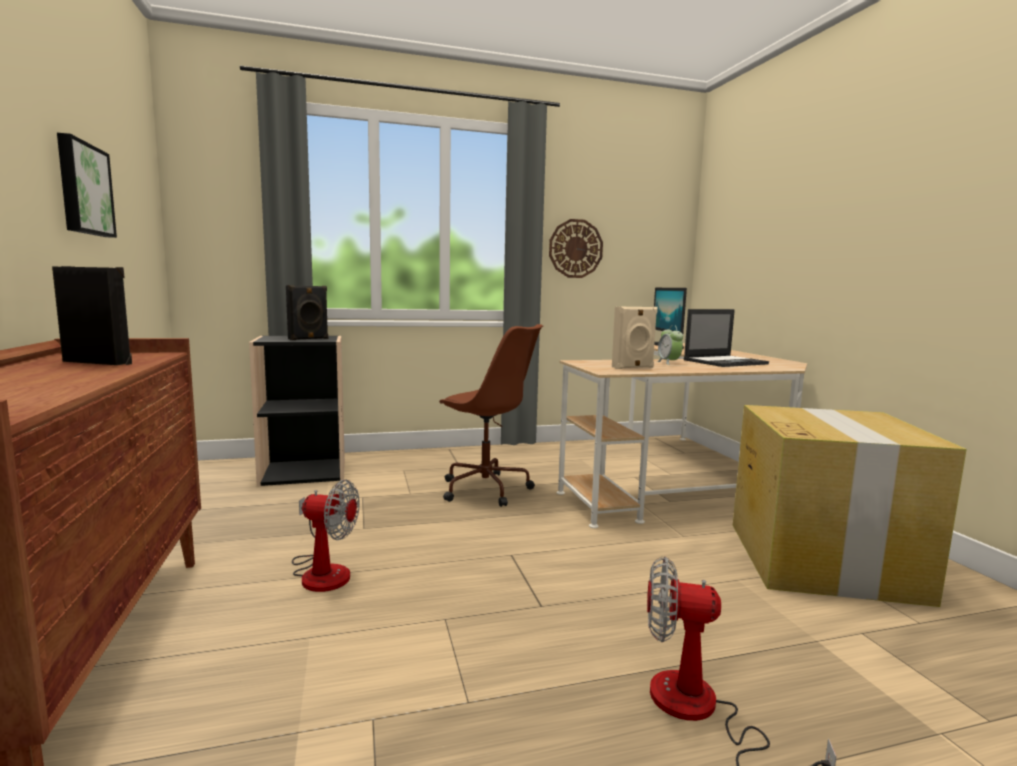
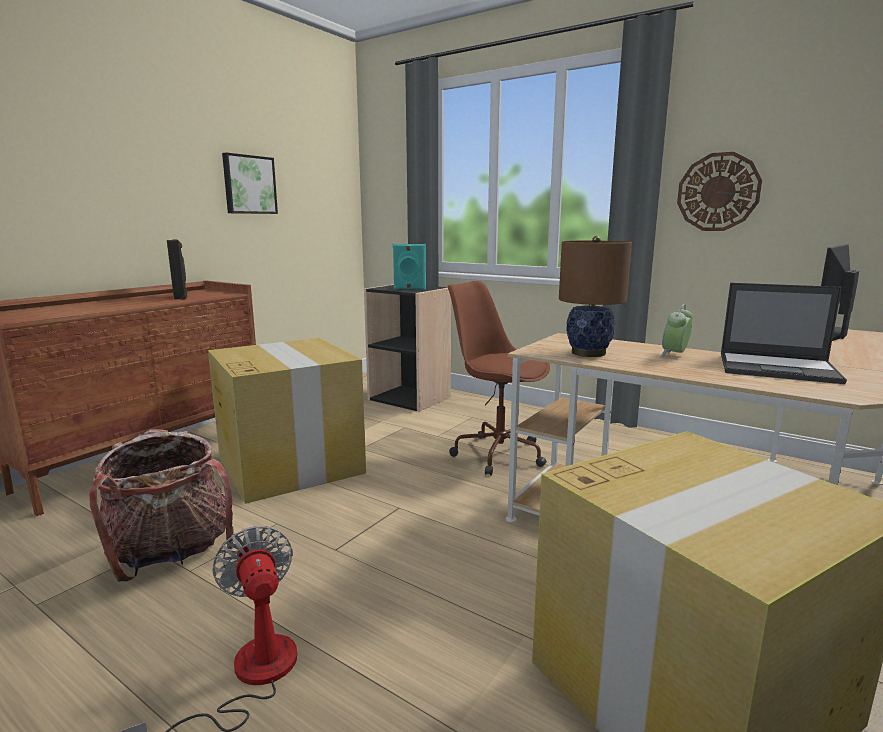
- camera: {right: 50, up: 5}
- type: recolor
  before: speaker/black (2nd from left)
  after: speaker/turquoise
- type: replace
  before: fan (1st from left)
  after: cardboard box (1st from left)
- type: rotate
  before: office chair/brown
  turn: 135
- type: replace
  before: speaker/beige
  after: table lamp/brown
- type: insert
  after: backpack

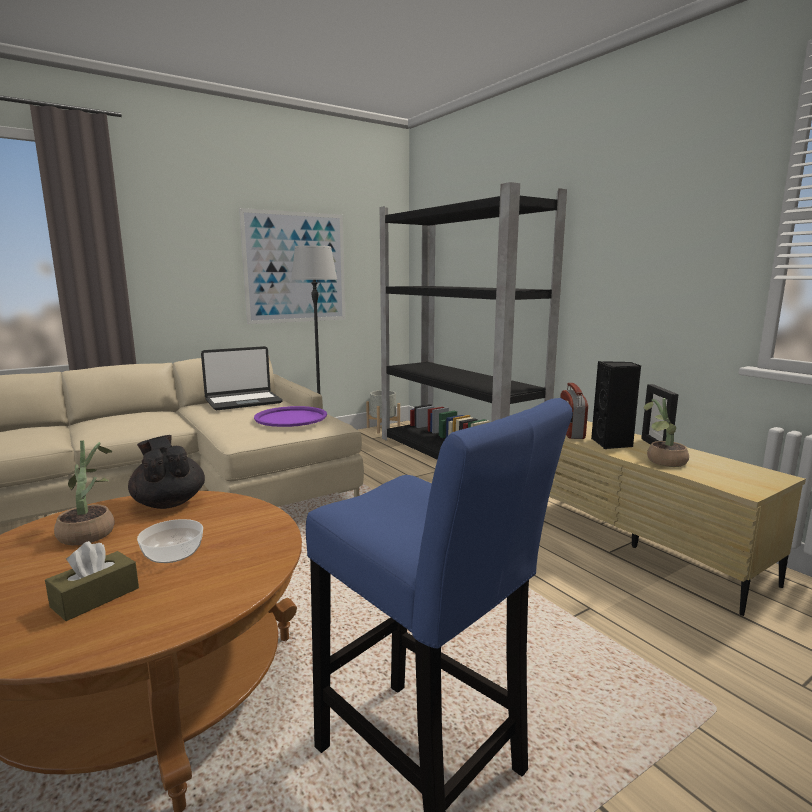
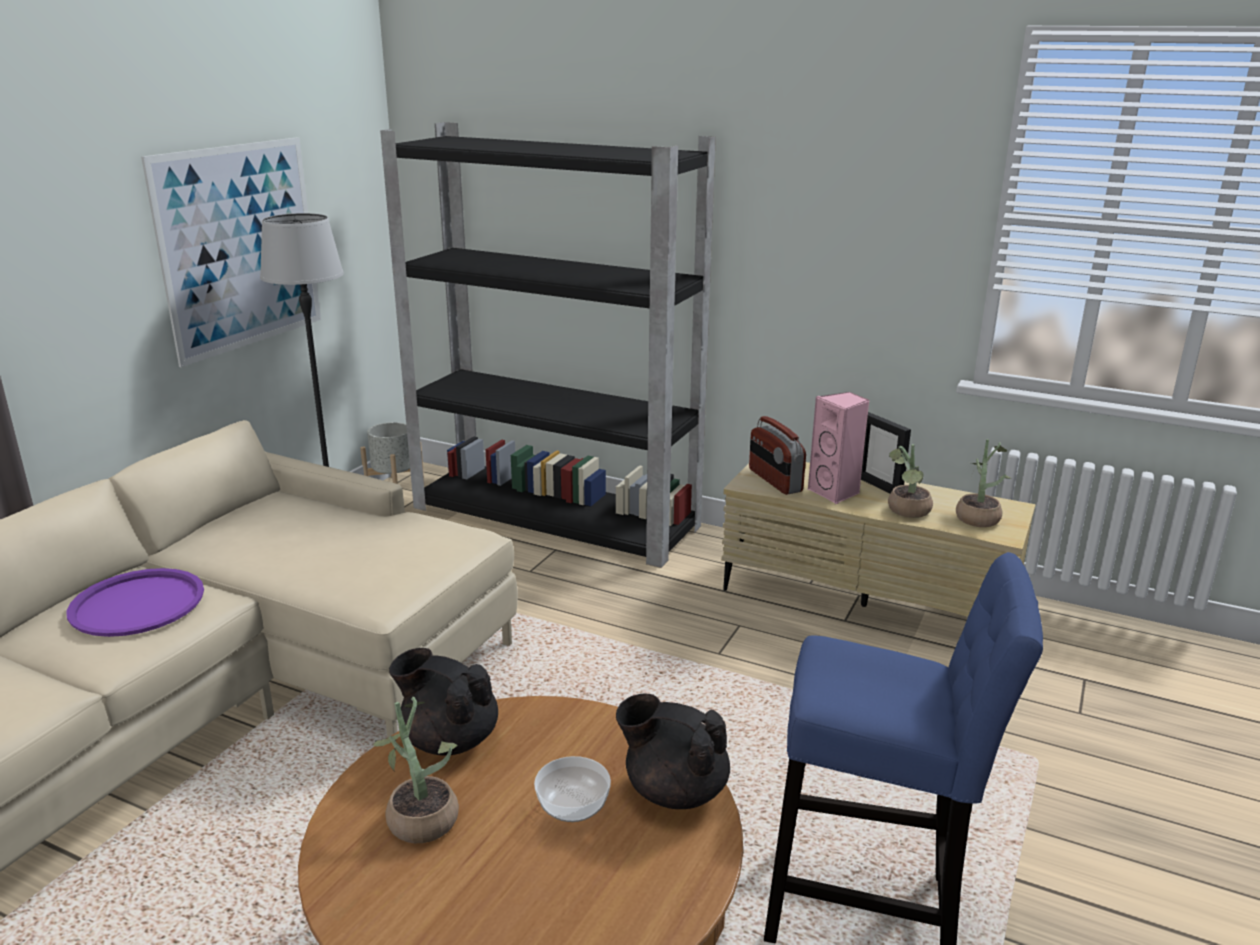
- camera: {right: -30, up: 10}
- type: delete
  before: tissue box/brown
- type: delete
  before: laptop
- type: move
  before: tray/purple
- type: recolor
  before: speaker/black
  after: speaker/pink
- type: insert
  after: teapot/black (2nd from left)
- type: insert
  after: potted plant (3rd from left)

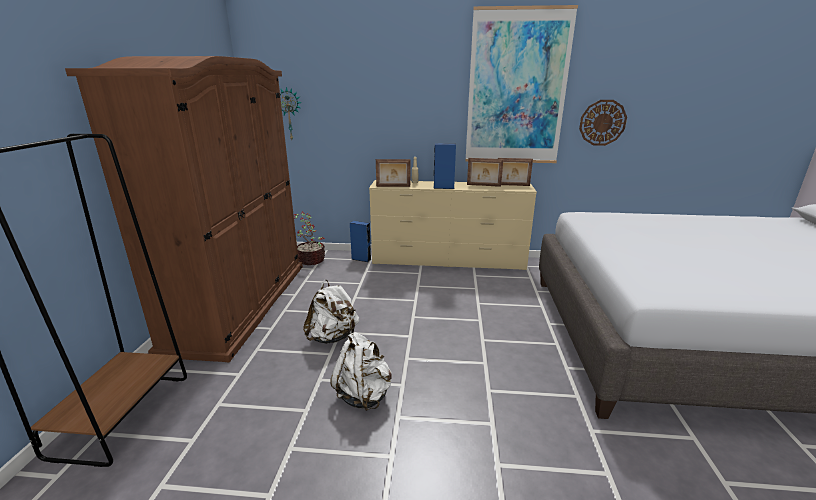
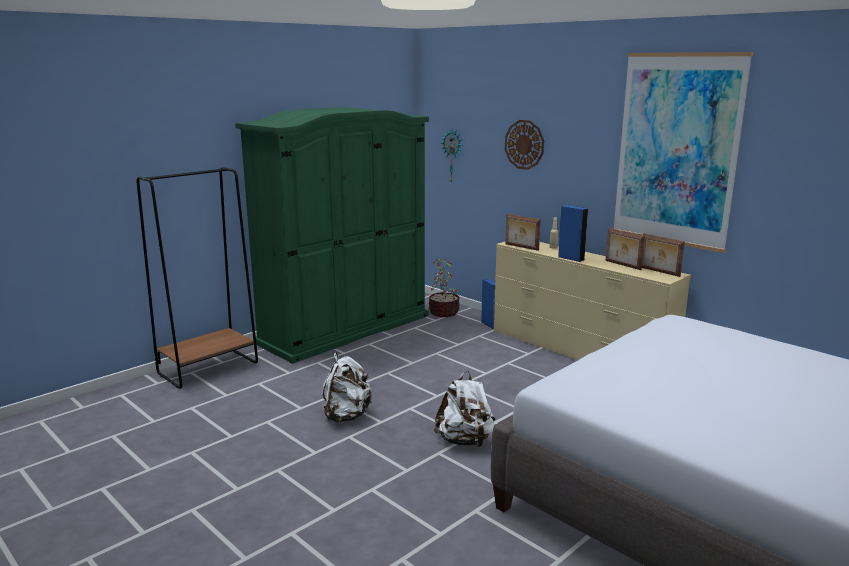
- camera: {right: 40, up: -5}
- type: recolor
  before: wardrobe/brown
  after: wardrobe/green
- type: move
  before: backpack/white (1st from left in the first image)
  after: backpack/white (2nd from left)
- type: move
  before: wall clock (2nd from left)

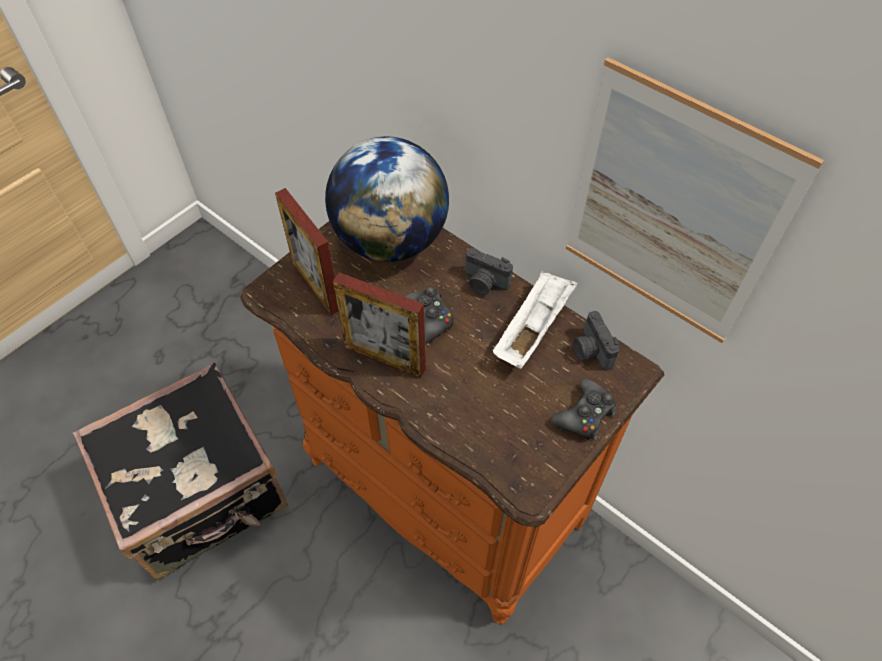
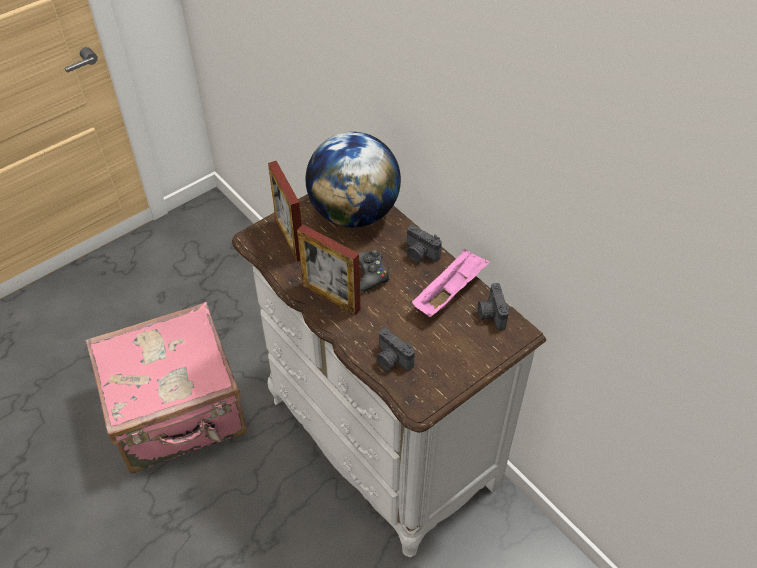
- camera: {right: 10, up: -5}
- type: recolor
  before: suitcase/black
  after: suitcase/pink
- type: recolor
  before: dresser/orange
  after: dresser/white
- type: recolor
  before: tray/white
  after: tray/pink
- type: delete
  before: game controller/black (2nd from left)
- type: delete
  before: picture
- type: insert
  after: photo camera (1st from left)

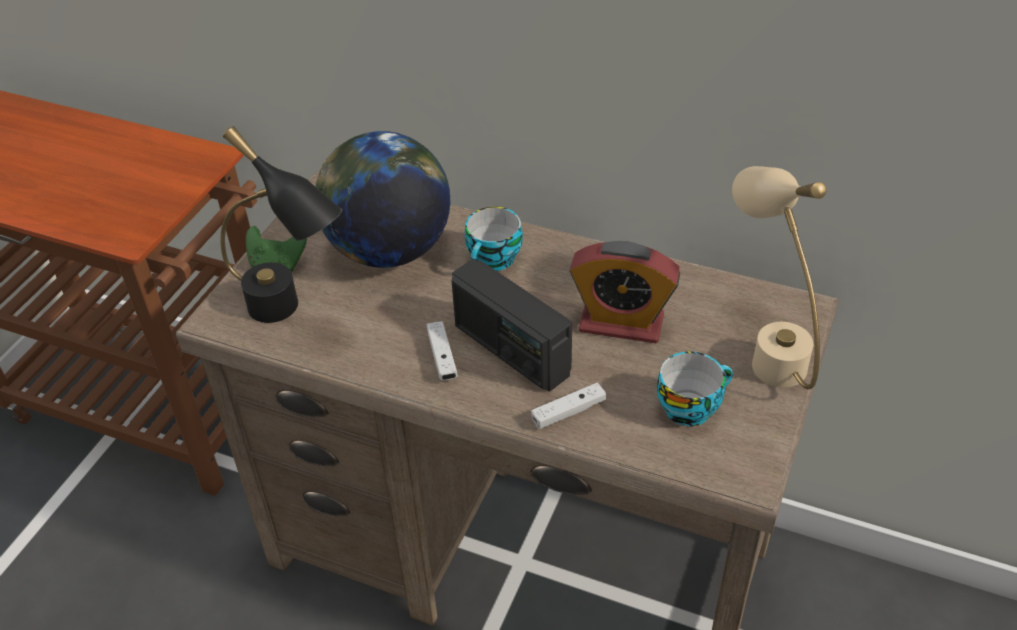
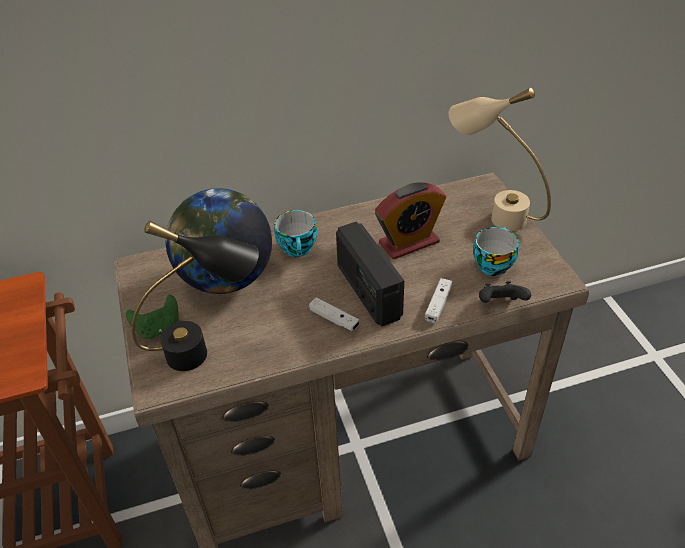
- camera: {right: -40, up: 0}
- type: rotate
  before: radio
  turn: 60
- type: insert
  after: game controller/black

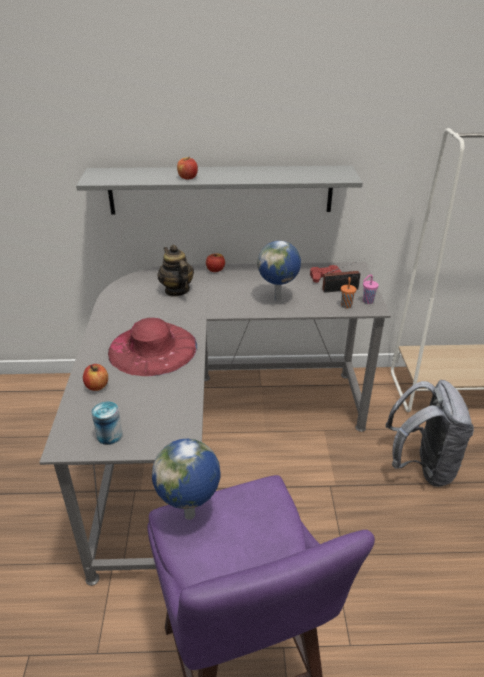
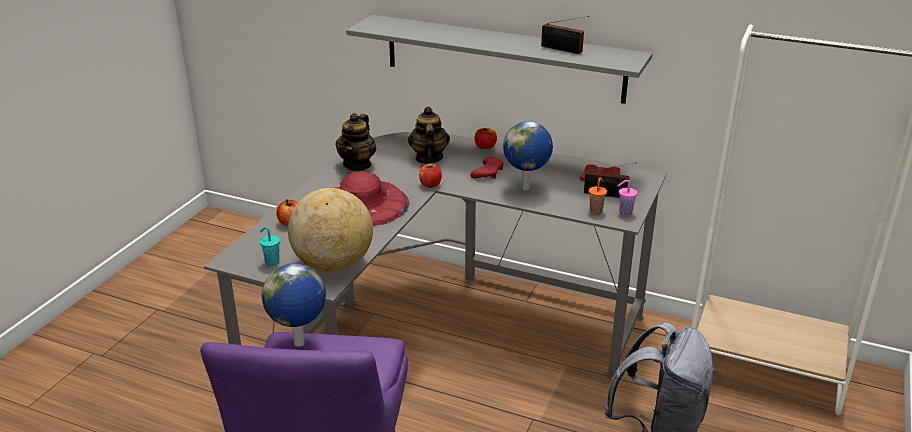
- camera: {right: 25, up: -5}
- type: replace
  before: can
  after: cup/turquoise
- type: move
  before: apple (2nd from left)
- type: insert
  after: globe (2nd from left)
- type: insert
  after: teapot (1st from left)
- type: insert
  after: game controller/red (1st from left)
- type: insert
  after: radio (1st from left)

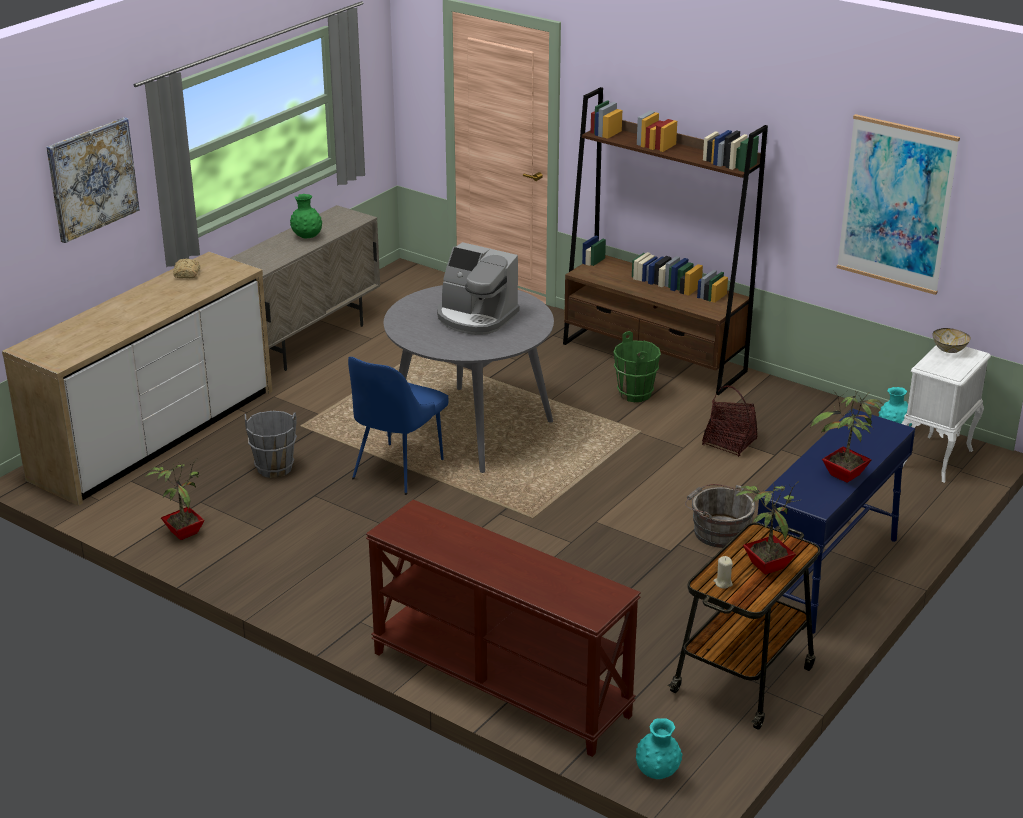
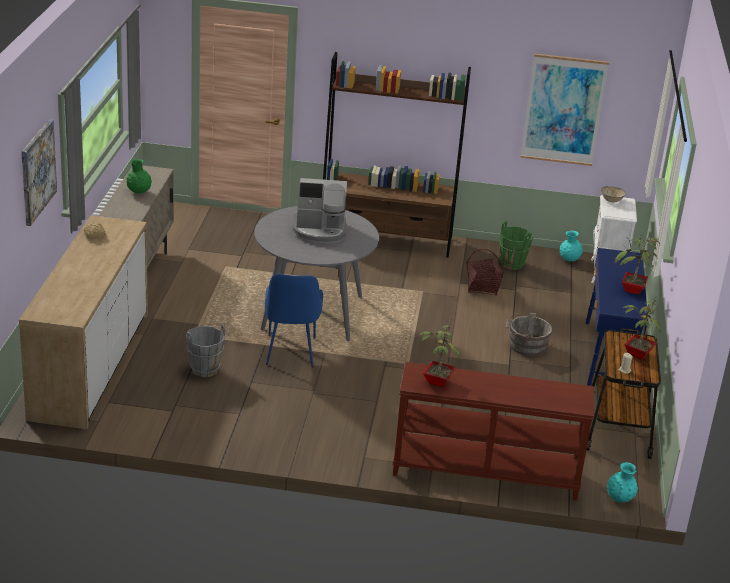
- camera: {right: -30, up: 0}
- type: move
  before: potted plant (1st from left)
- type: move
  before: bucket/green

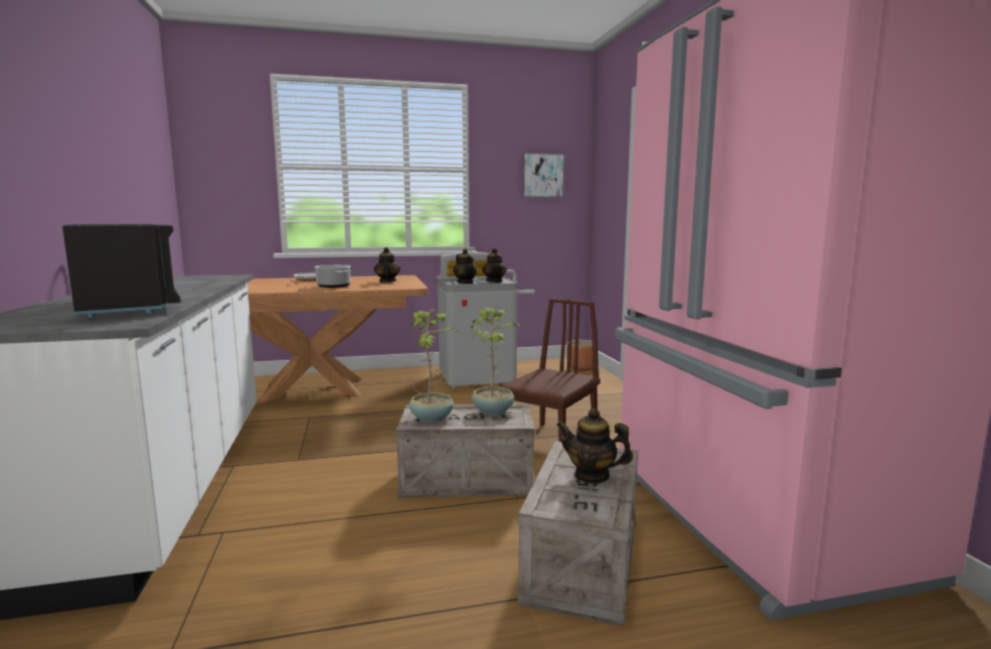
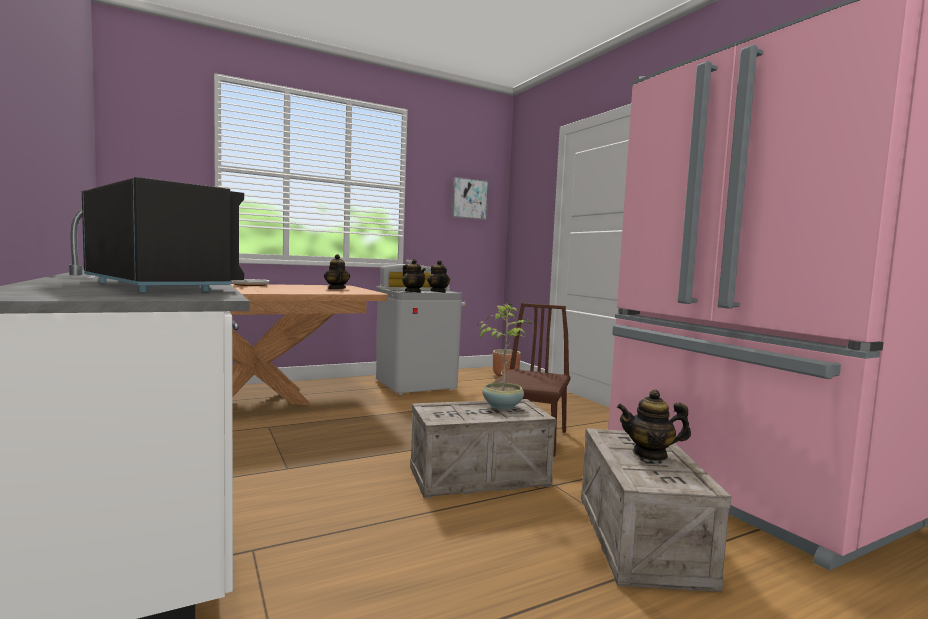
- camera: {right: -15, up: -5}
- type: delete
  before: cooking pot
- type: delete
  before: potted plant (1st from left)

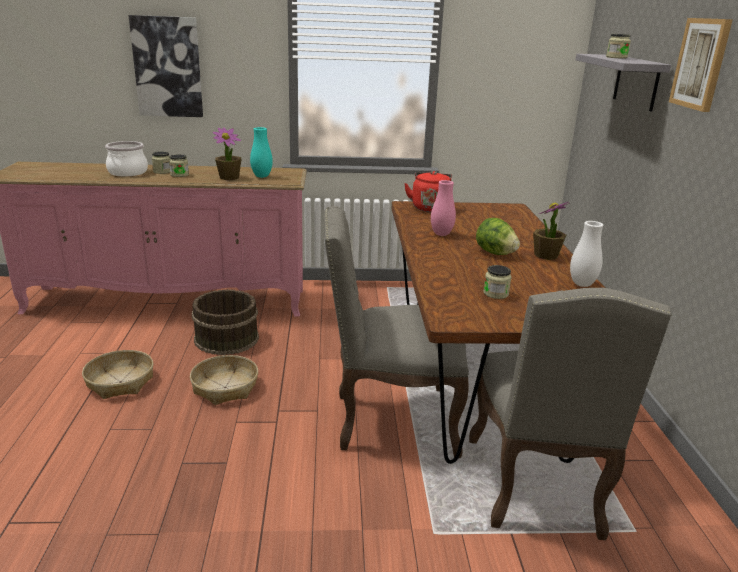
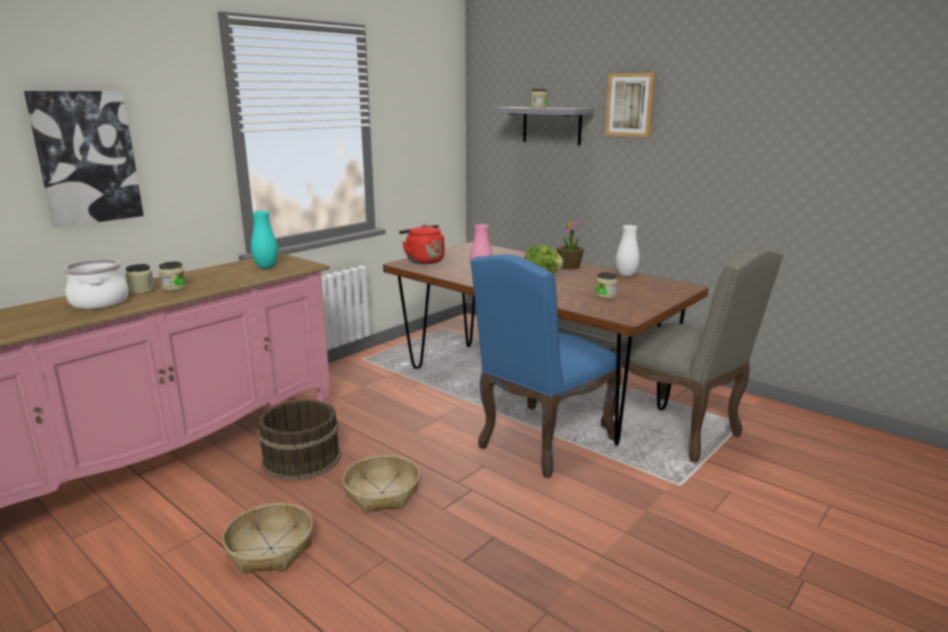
- camera: {right: -45, up: -5}
- type: delete
  before: potted plant (1st from left)
- type: recolor
  before: chair/grey (1st from left)
  after: chair/blue

